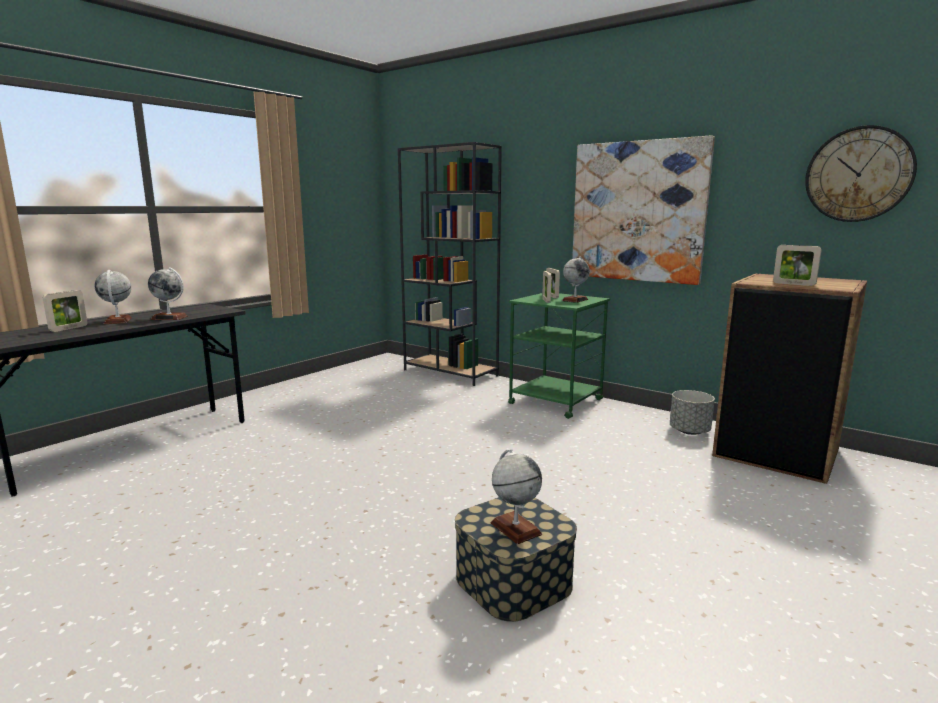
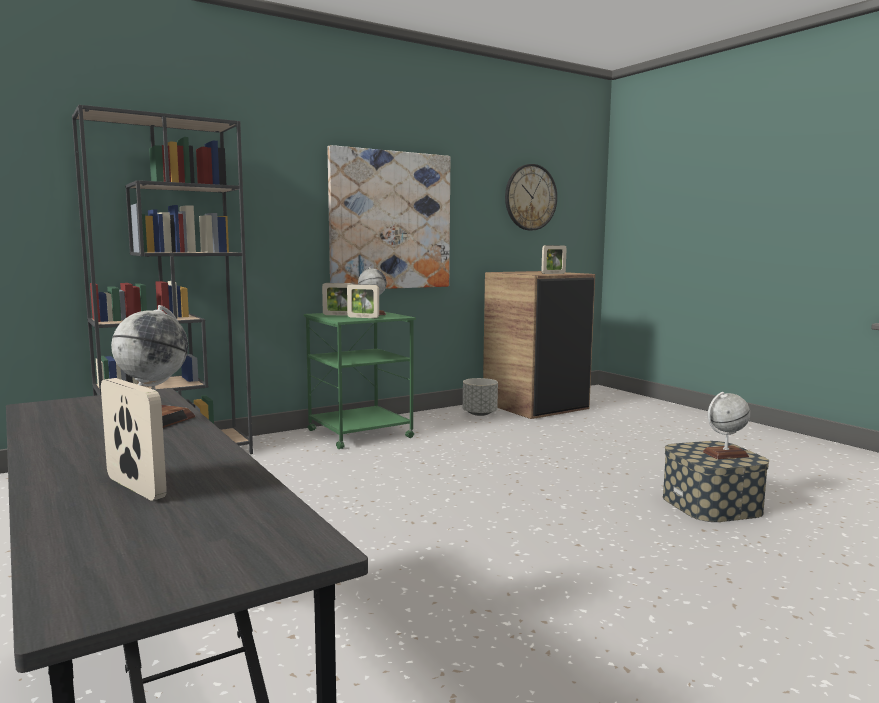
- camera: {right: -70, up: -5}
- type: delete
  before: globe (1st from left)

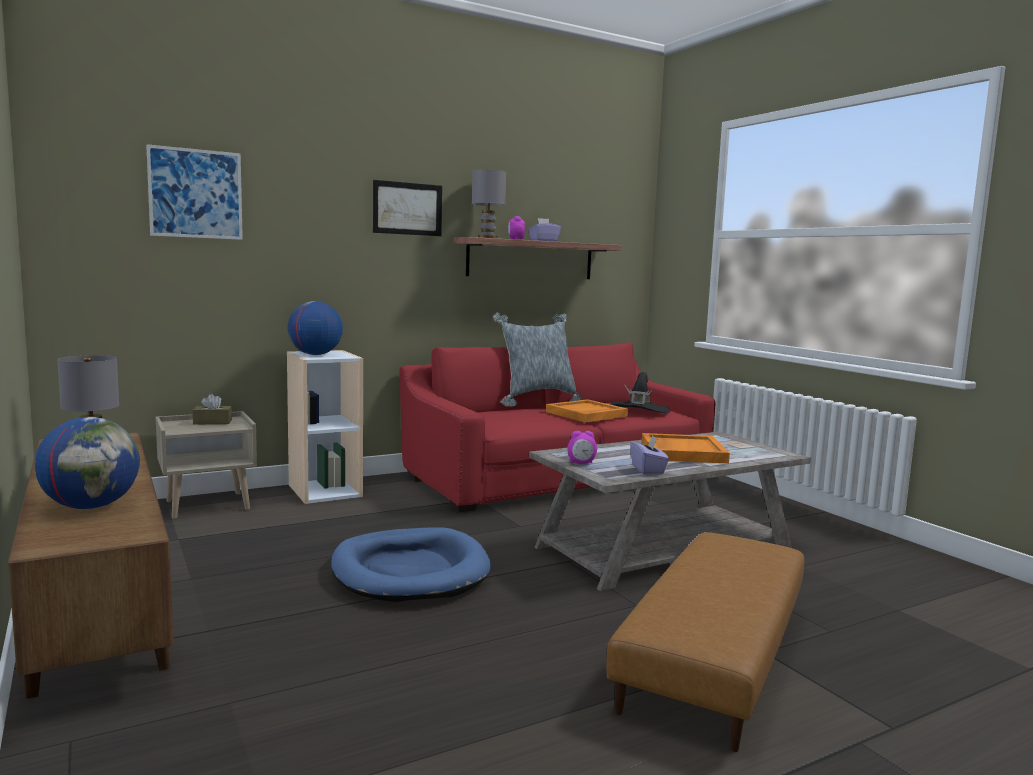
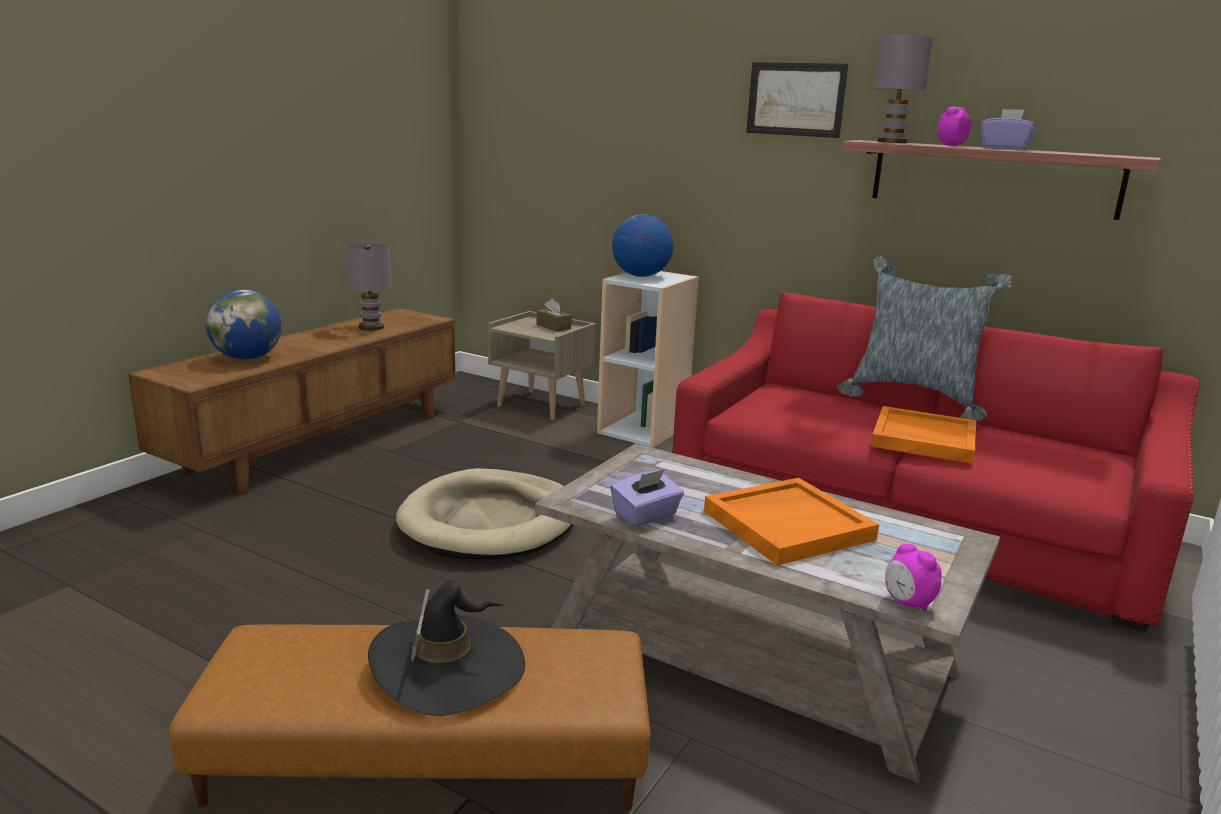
- camera: {right: 60, up: 10}
- type: delete
  before: picture (1st from left)
- type: recolor
  before: dog bed/blue
  after: dog bed/beige
- type: move
  before: alarm clock (2nd from left in the first image)
  after: alarm clock (1st from left)
- type: move
  before: hat/black

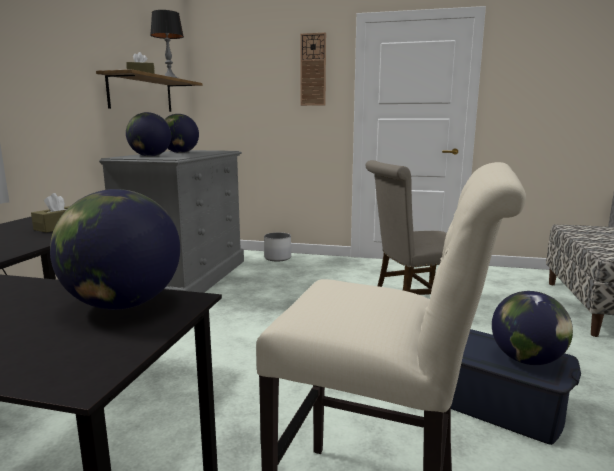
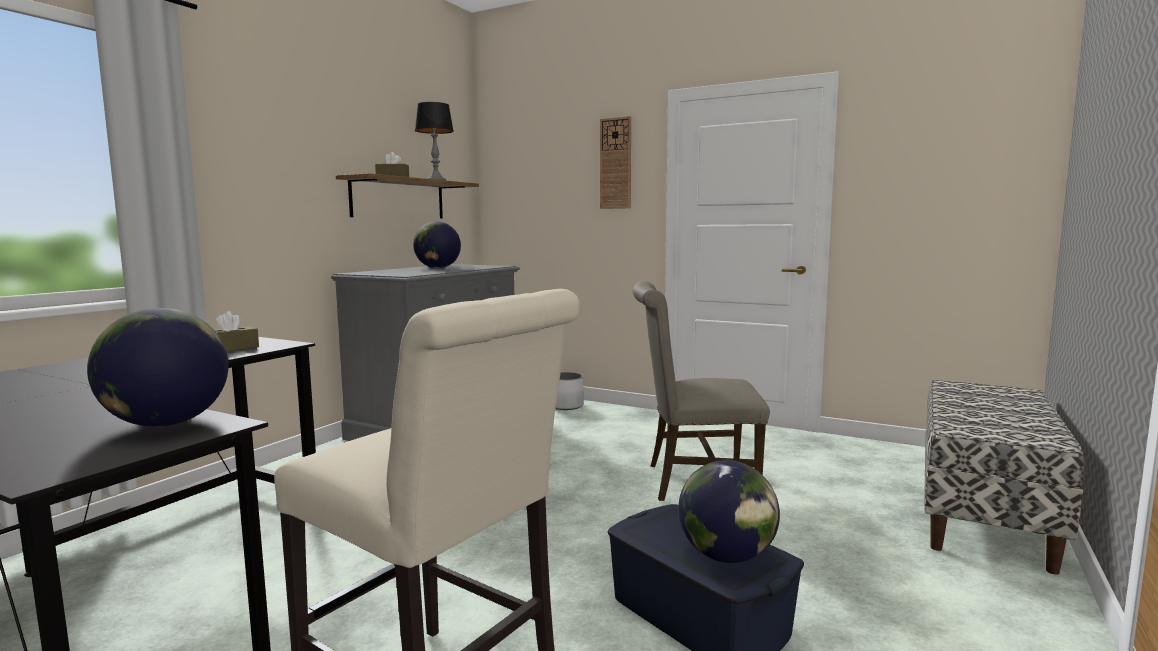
- camera: {right: 15, up: -5}
- type: delete
  before: globe (2nd from left)

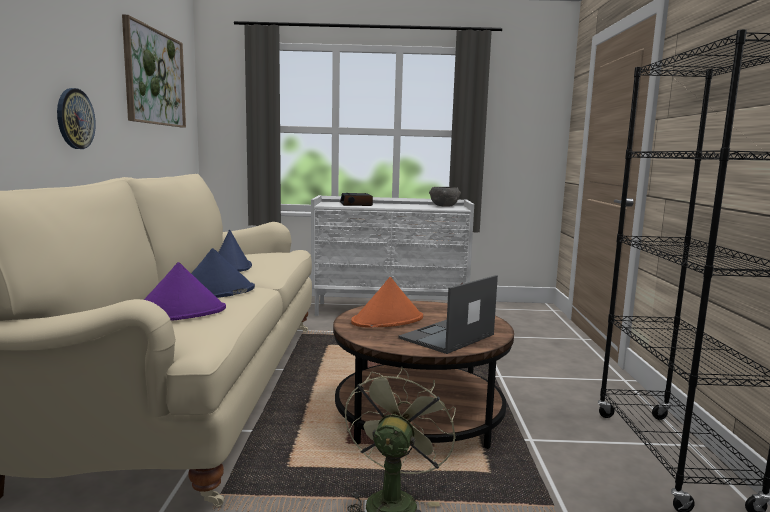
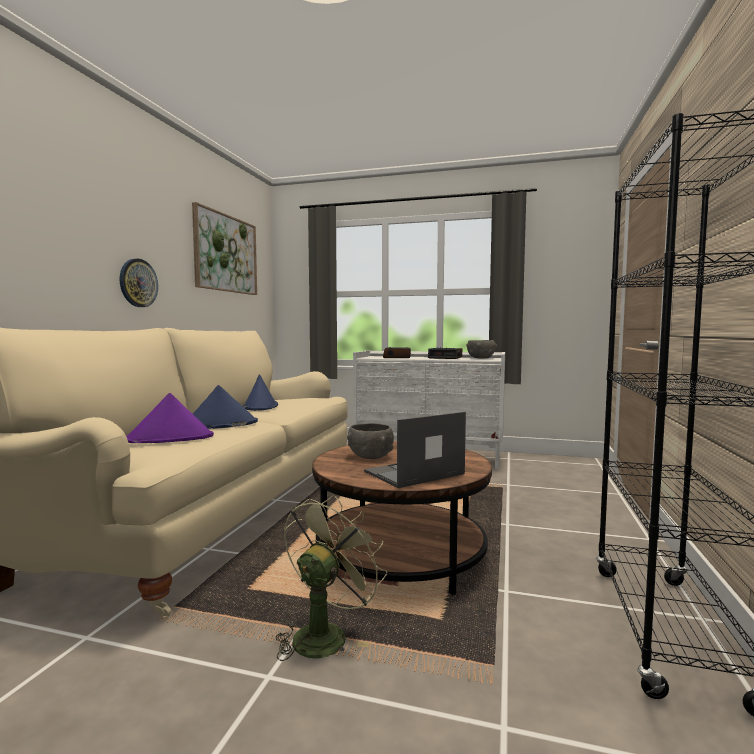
- camera: {right: 15, up: -5}
- type: replace
  before: hat/orange
  after: bowl/grey (1st from left)
- type: insert
  after: alarm clock (2nd from left)

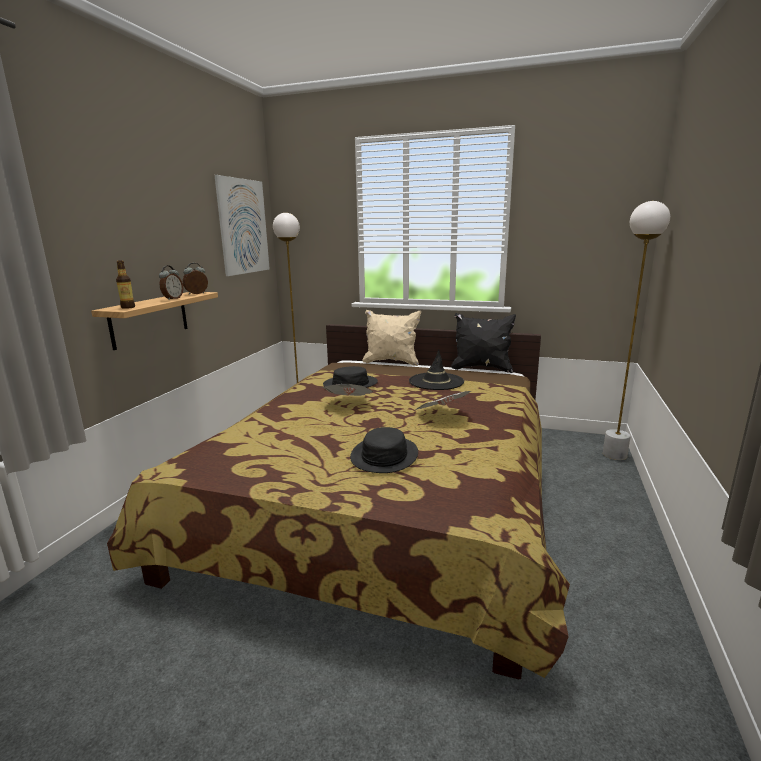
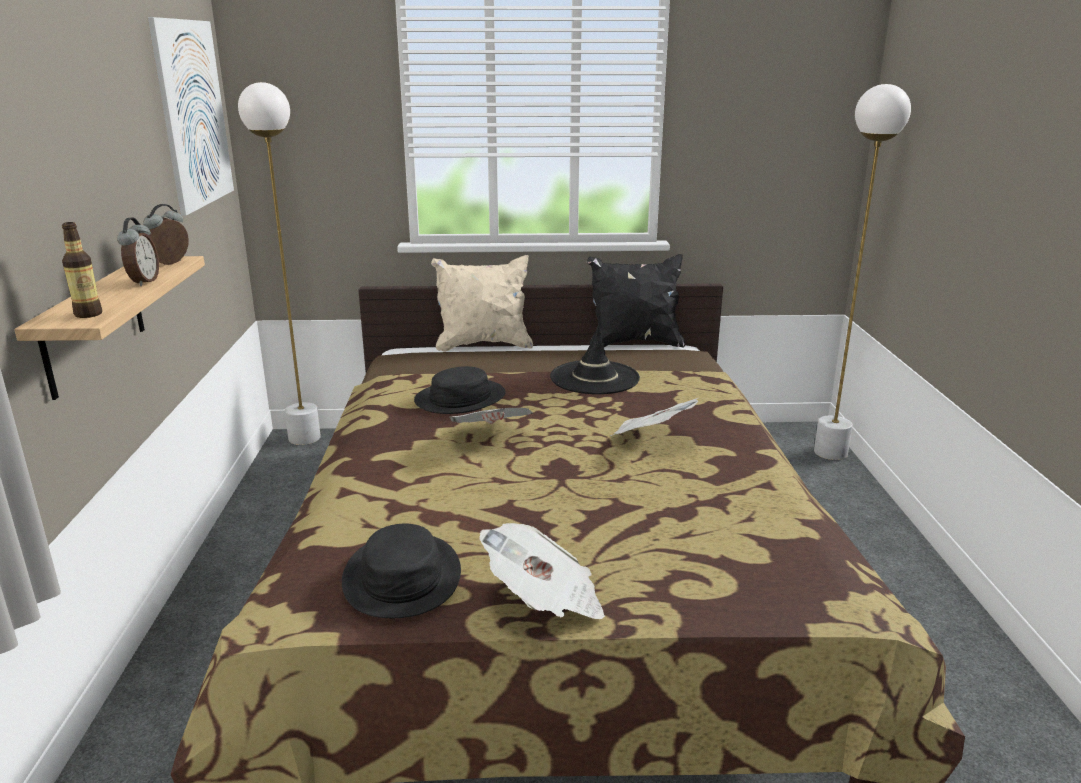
- camera: {right: -20, up: 5}
- type: move
  before: hat/black (2nd from left in the first image)
  after: hat/black (1st from left)
- type: insert
  after: newspaper (2nd from left)

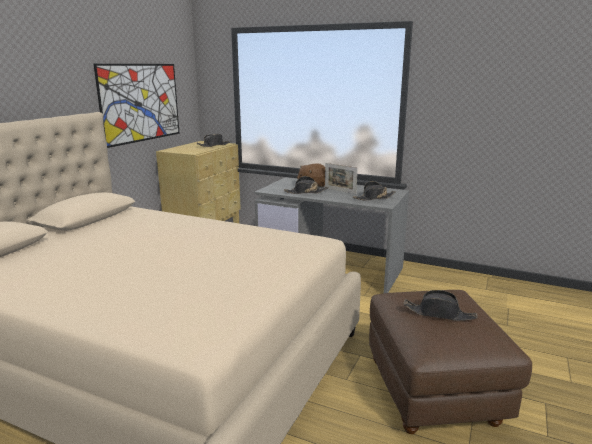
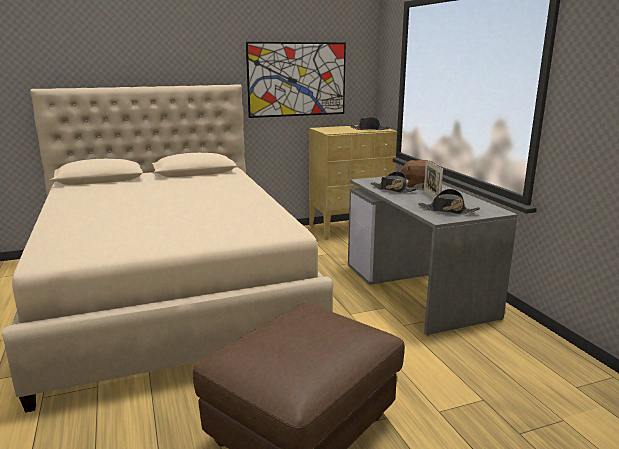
- camera: {right: 45, up: 0}
- type: delete
  before: hat/black (4th from left)

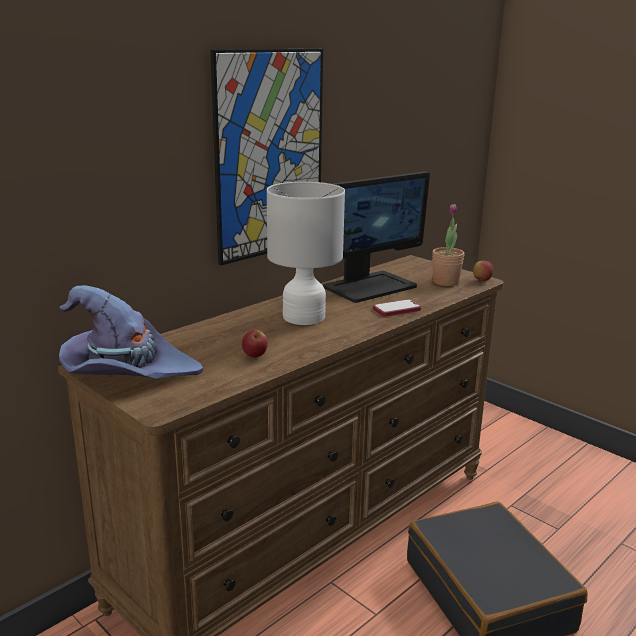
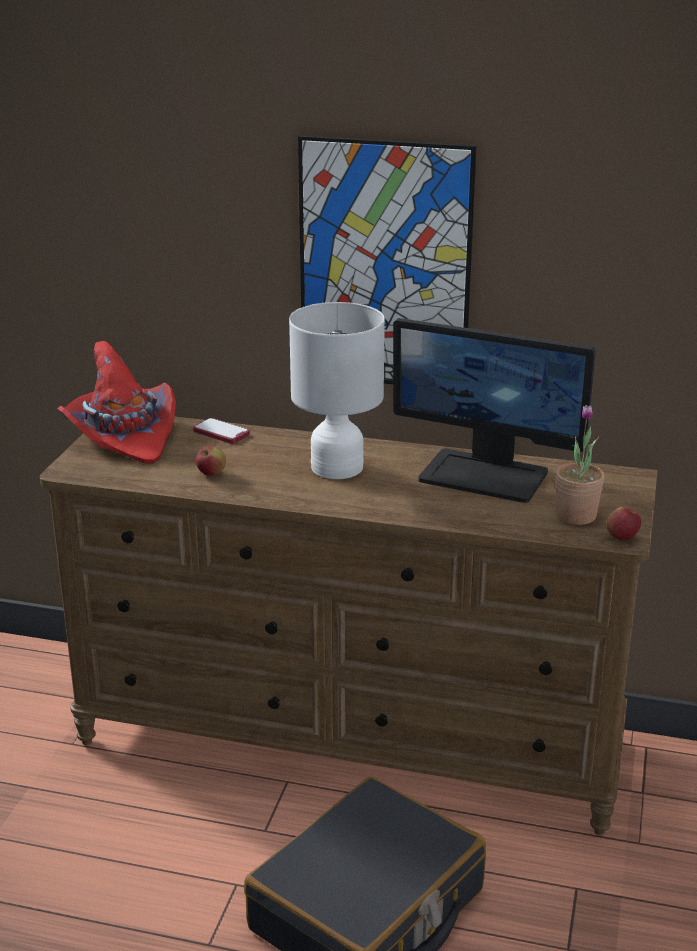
- camera: {right: 60, up: 5}
- type: recolor
  before: hat/purple
  after: hat/red
- type: move
  before: phone

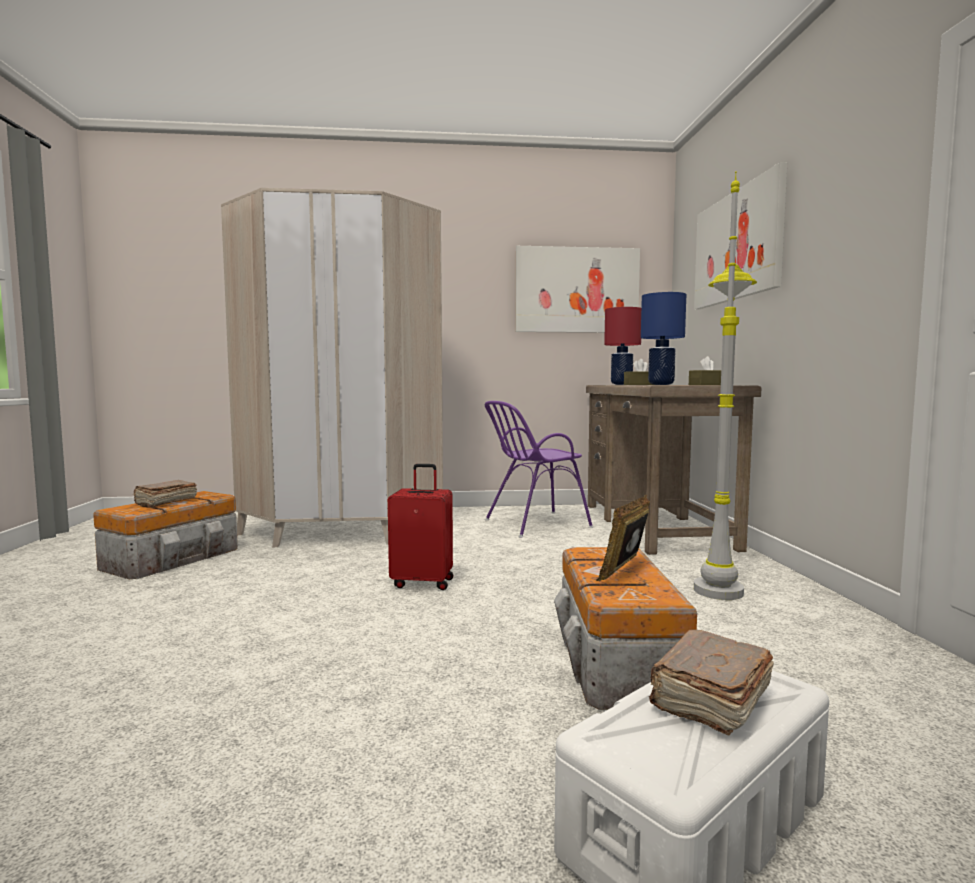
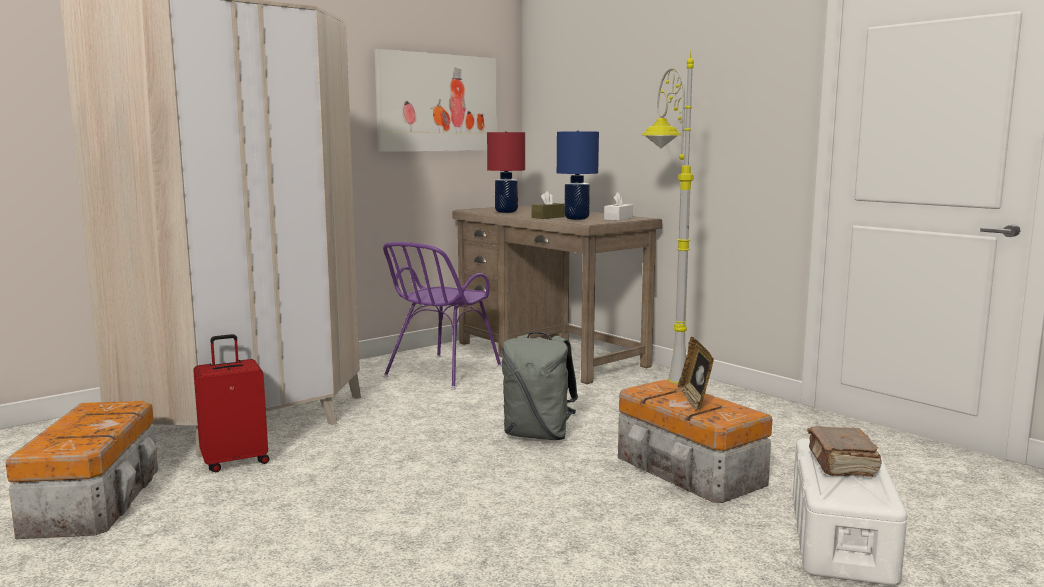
- camera: {right: -35, up: 5}
- type: delete
  before: book/brown (1st from left)
- type: move
  before: suitcase/red
- type: recolor
  before: tissue box/brown (2nd from left)
  after: tissue box/white
- type: delete
  before: picture (2nd from left)
- type: insert
  after: backpack/grey

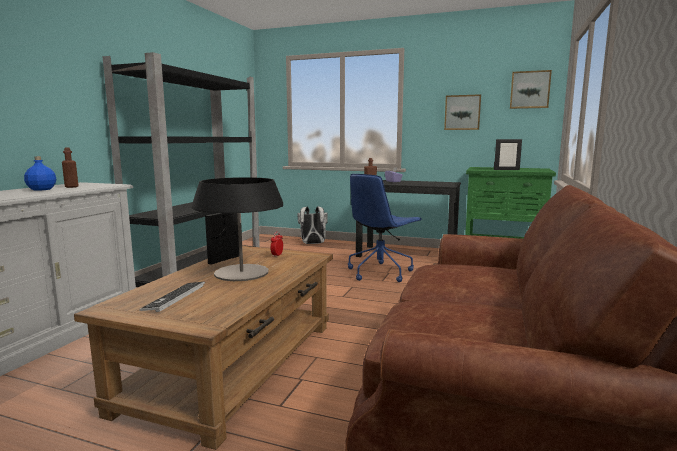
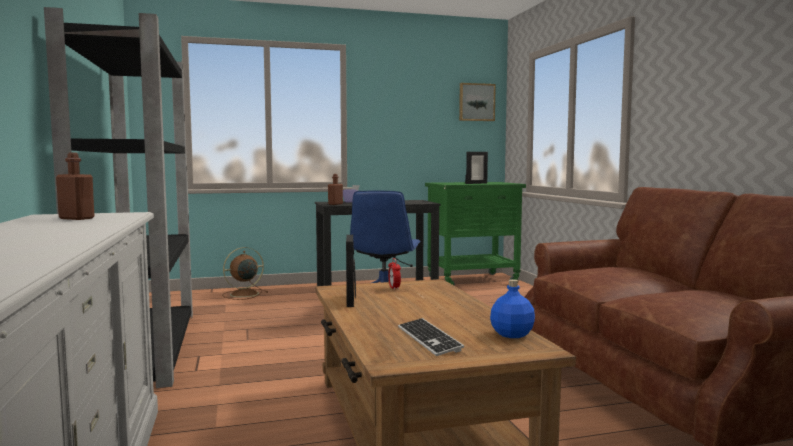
- camera: {right: -35, up: -5}
- type: move
  before: bottle/blue
- type: delete
  before: table lamp
- type: replace
  before: backpack/white
  after: fan/brown
- type: delete
  before: picture (1st from left)

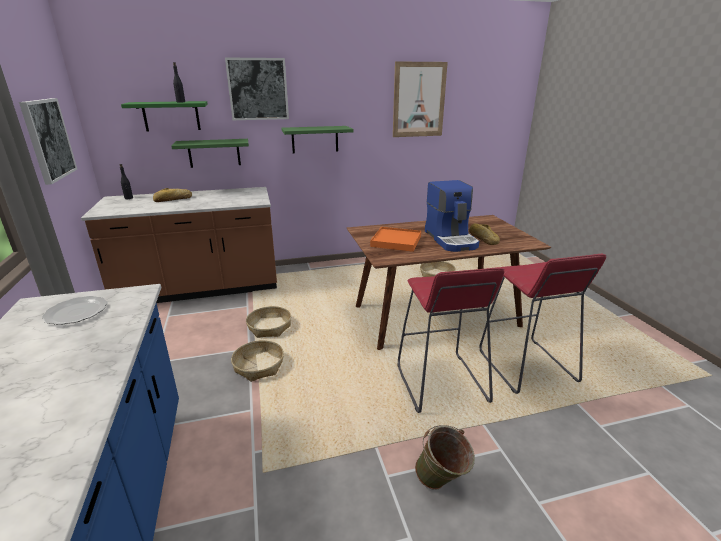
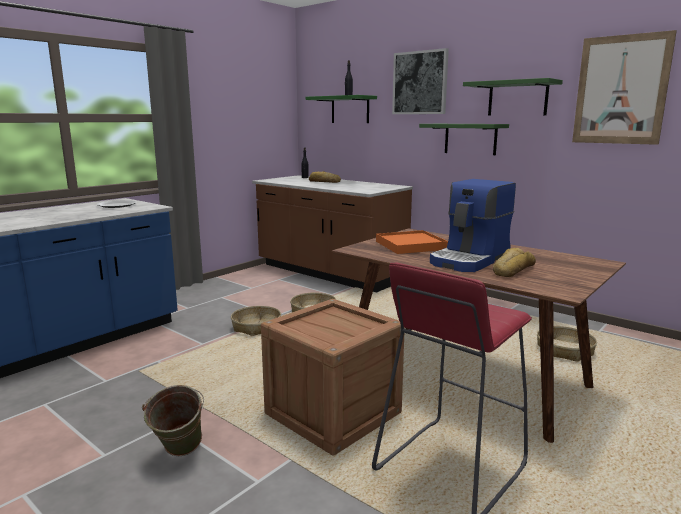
- camera: {right: 55, up: -10}
- type: delete
  before: picture (1st from left)
- type: move
  before: shelf/green (2nd from left in the first image)
  after: shelf/green (3rd from left)
- type: replace
  before: stool/red (1st from left)
  after: crate

